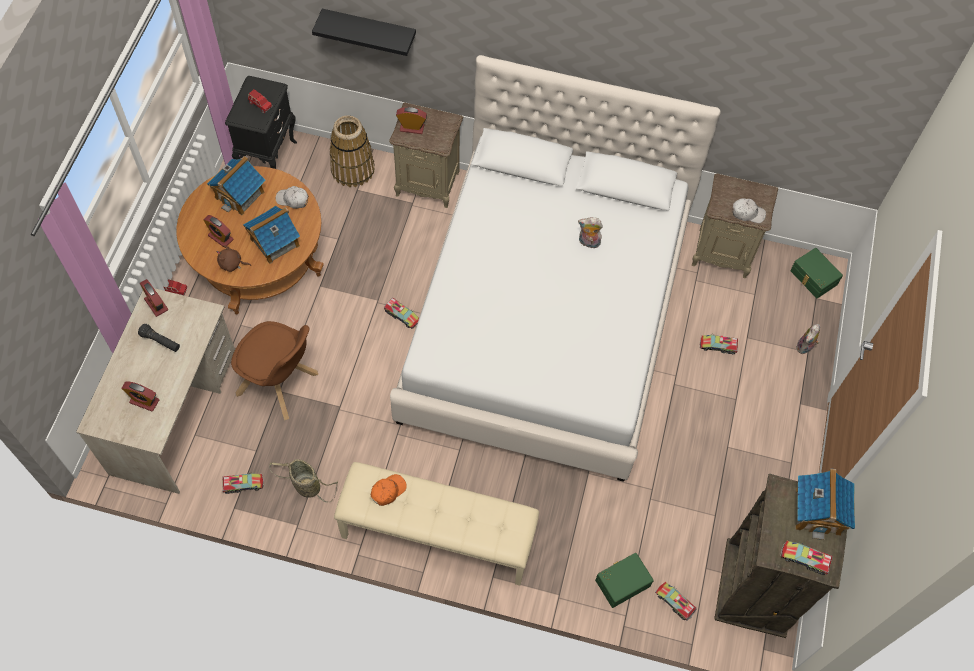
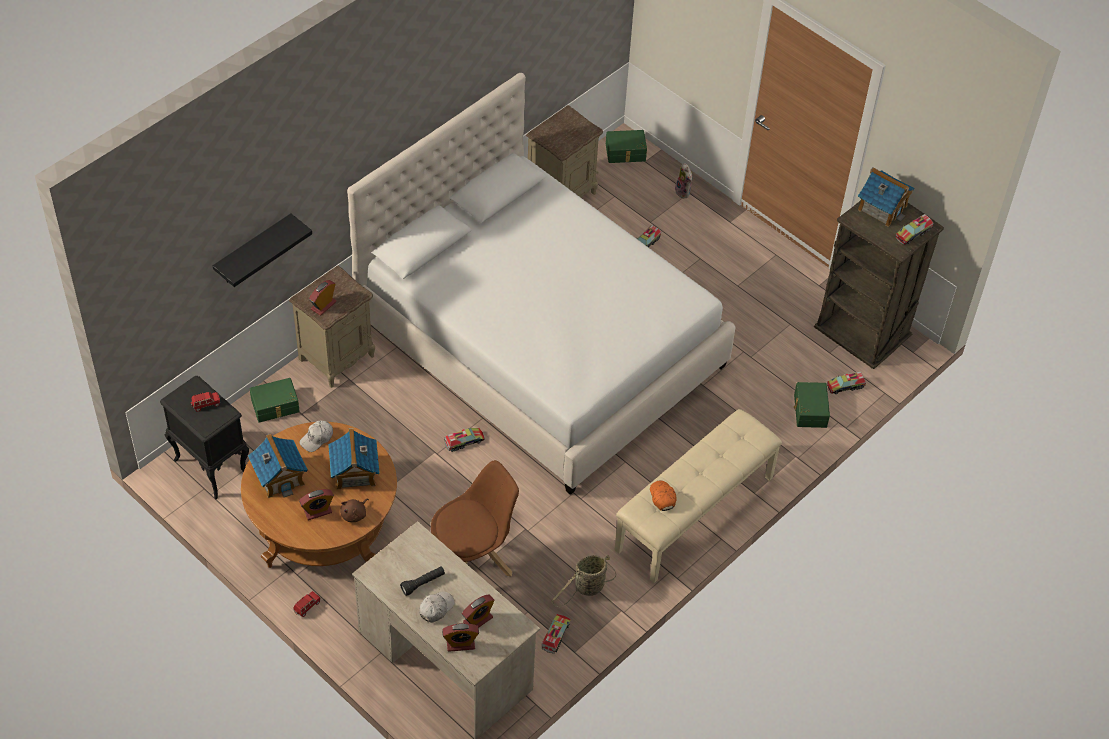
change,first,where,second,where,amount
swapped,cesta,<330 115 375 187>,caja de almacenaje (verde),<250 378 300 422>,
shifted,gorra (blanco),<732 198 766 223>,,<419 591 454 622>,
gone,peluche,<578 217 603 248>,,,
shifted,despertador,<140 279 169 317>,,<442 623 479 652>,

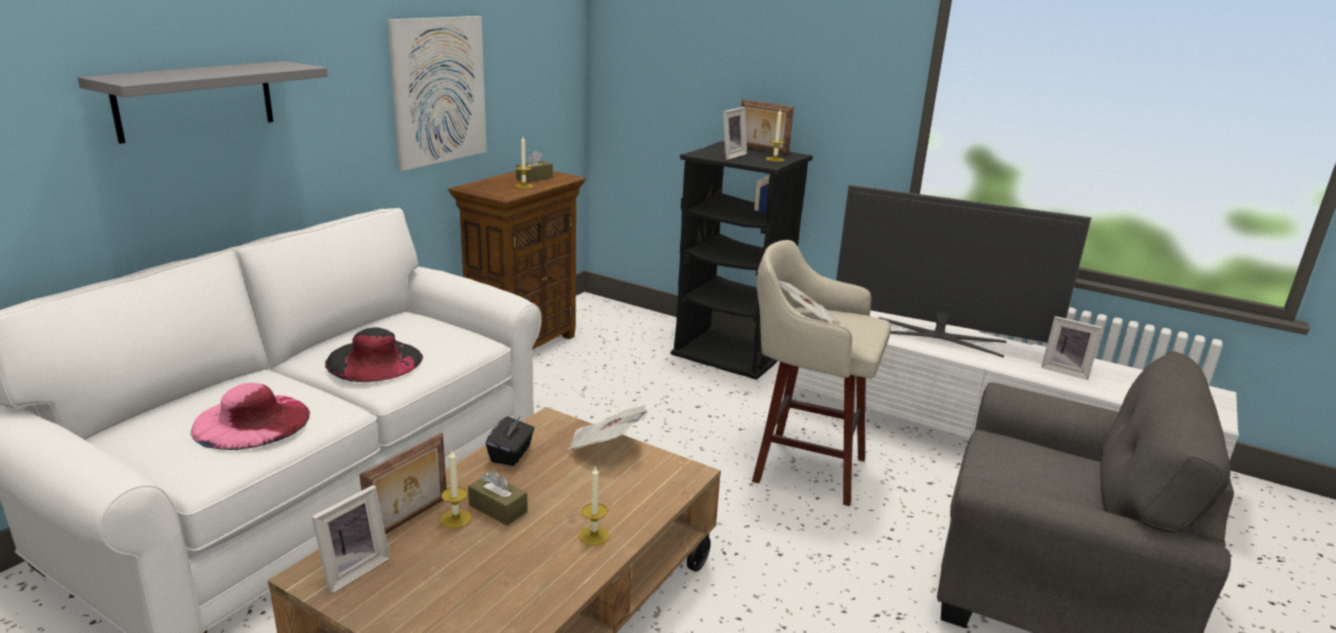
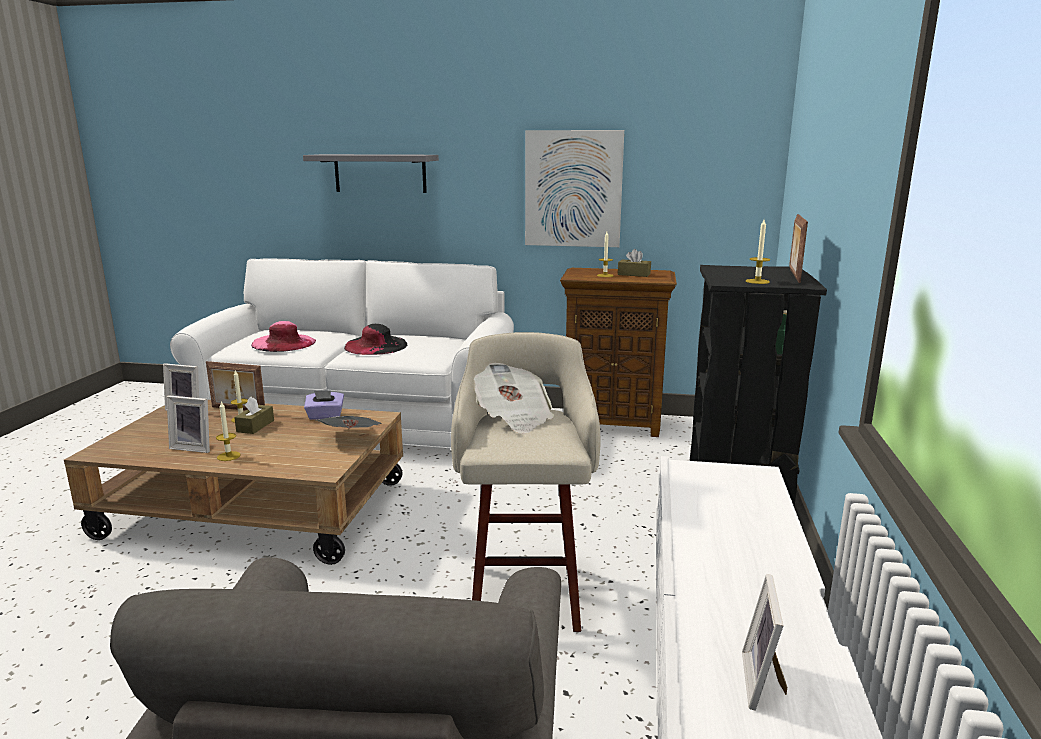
change,first,where,second,where,amount
shifted,portarretratos,<723 107 747 160>,,<167 396 210 453>,
gone,televisor,<836 185 1091 357>,,,
repainted,caja de pañuelos (negro),<486 417 535 466>,caja de pañuelos (morado),<304 390 344 420>,

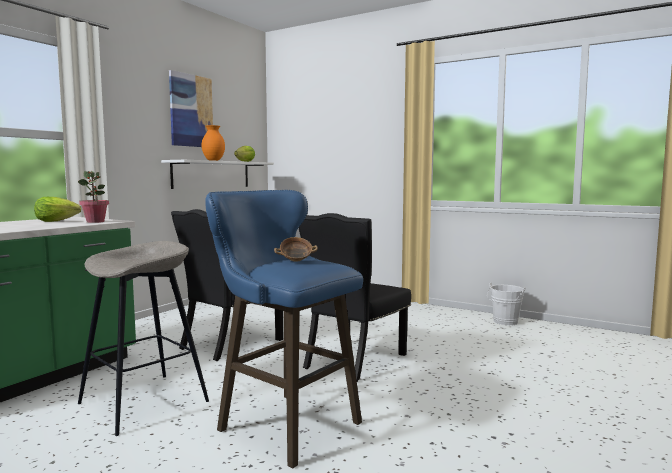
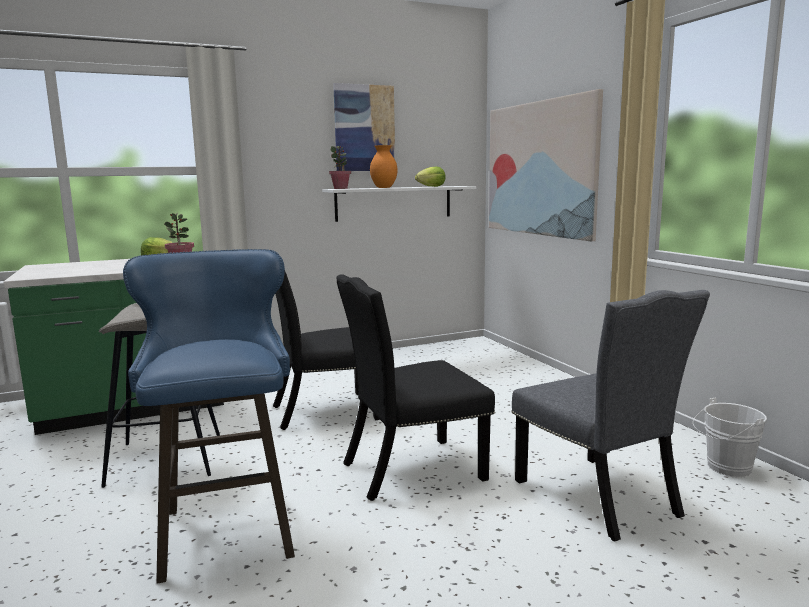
change,first,where,second,where,amount
gone,cuenco,<274 237 318 262>,,,
new,,,cuadro,<489 89 603 241>,
new,,,planta en maceta,<329 146 351 189>,
new,,,silla (gris),<511 290 710 541>,

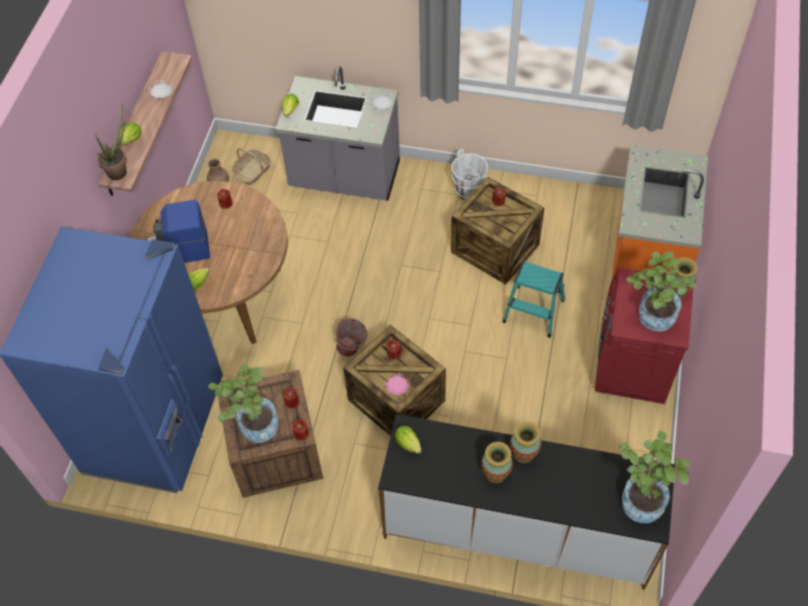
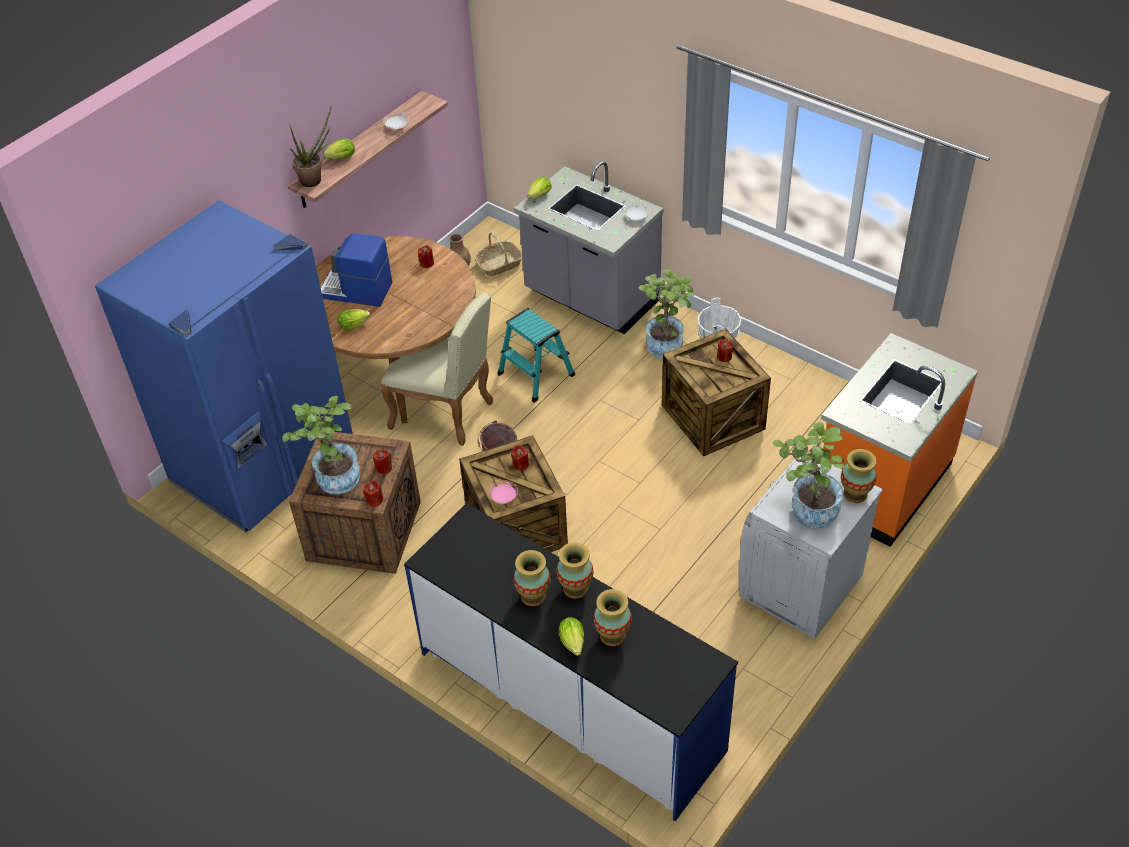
change,first,where,second,where,amount
shifted,escalera de tijera (turquesa),<503 261 565 338>,,<497 308 575 403>,
repainted,lavadora (rojo),<595 268 693 404>,lavadora (blanco),<739 452 883 639>,
repainted,cómoda (marrón),<378 414 675 590>,cómoda (azul),<404 503 738 821>,
shifted,lechuga,<395 425 422 454>,,<559 617 584 656>,
shifted,planta en maceta,<619 431 690 523>,,<638 269 694 358>,
new,,,silla (beis),<381 293 493 446>,
new,,,florero,<594 589 632 646>,

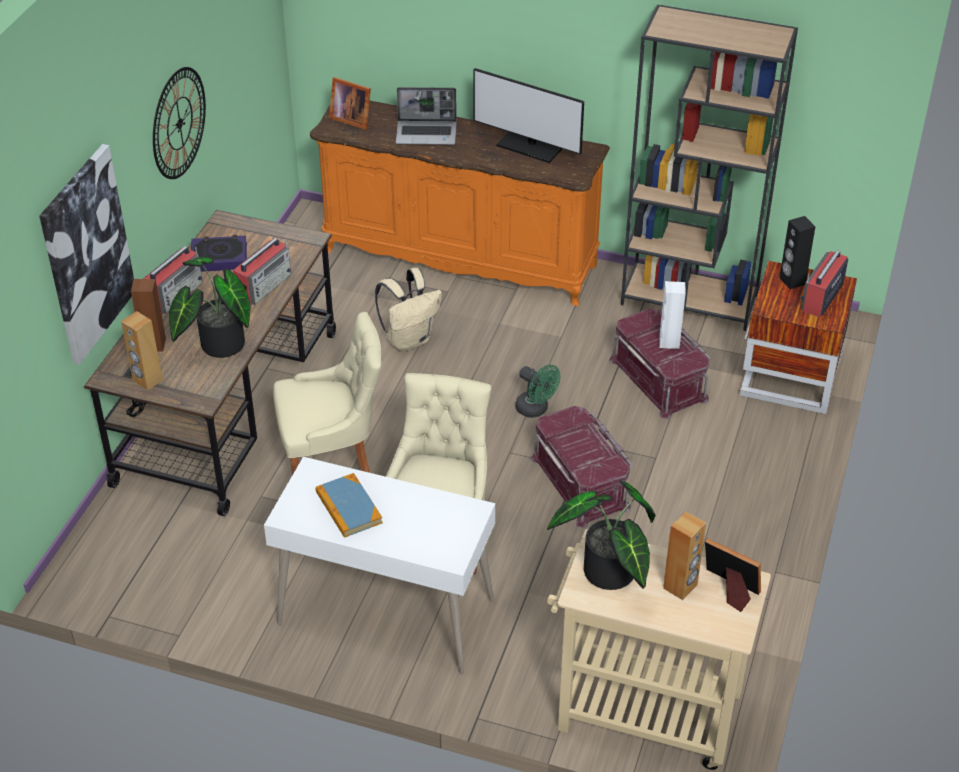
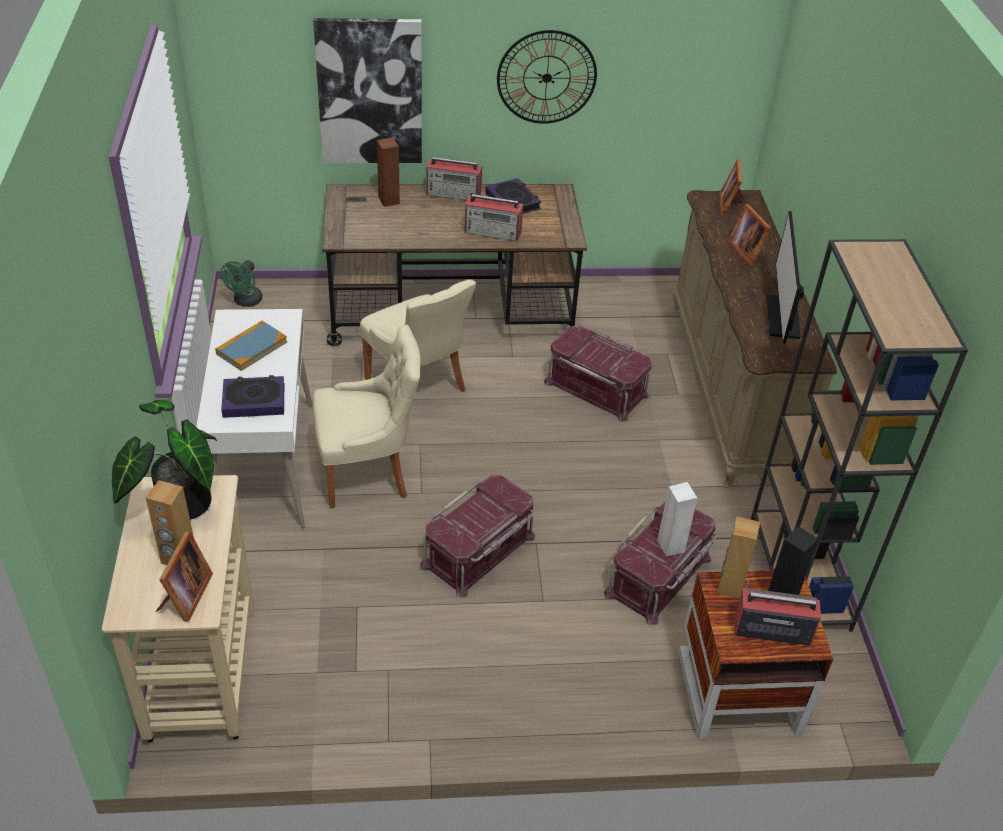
change,first,where,second,where,amount
swapped,portátil,<396 87 457 145>,portarretratos,<728 204 771 266>,
repainted,armario (naranja),<310 101 610 306>,armario (beis),<672 190 837 488>,
gone,planta en maceta,<169 257 251 358>,,,
swapped,mochila (beis),<375 268 442 351>,caja de almacenaje (rojo),<544 325 652 422>,
shifted,altavoz (marrón),<121 311 163 391>,,<717 516 760 599>,
shifted,ventilador (verde),<515 365 560 418>,,<221 260 262 307>,
new,,,libro,<221 375 284 418>,

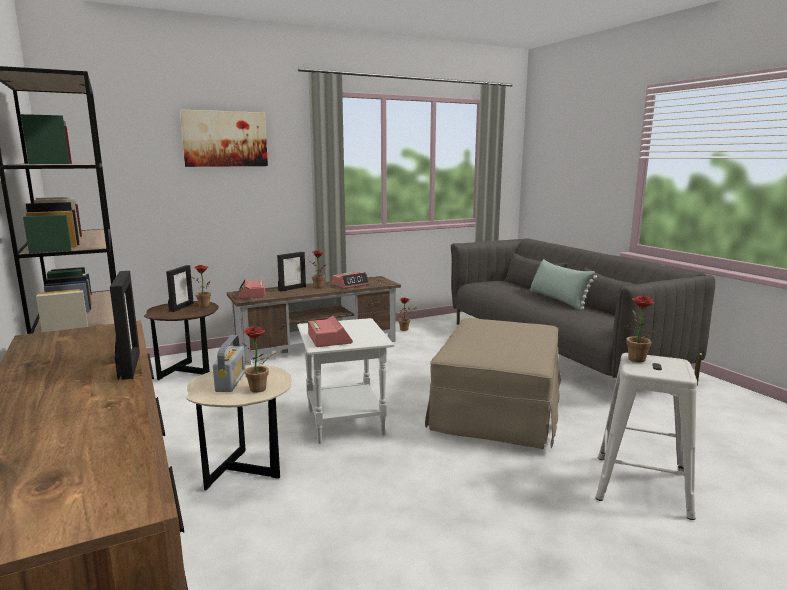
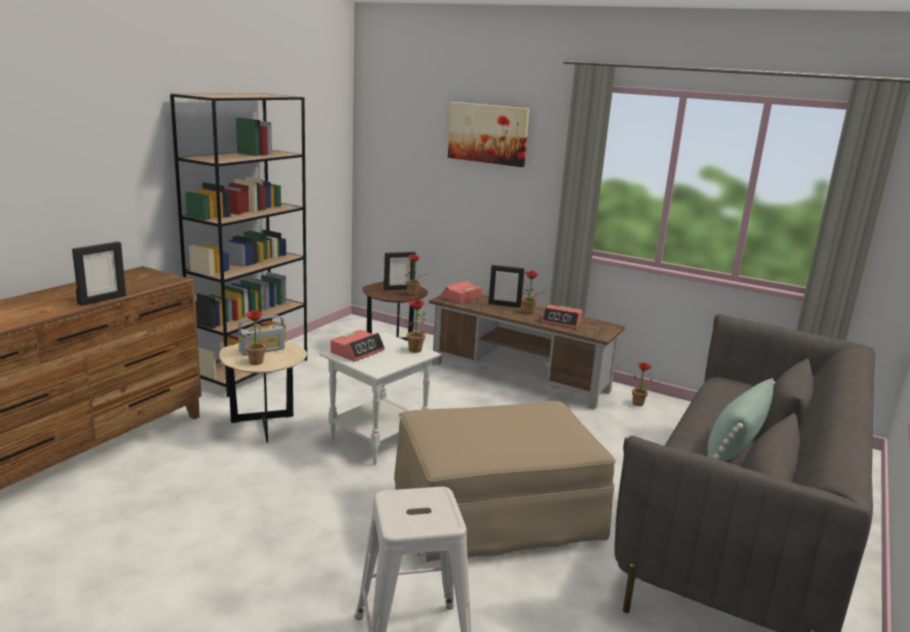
change,first,where,second,where,amount
shifted,planta en maceta,<625 296 666 362>,,<397 300 426 353>,

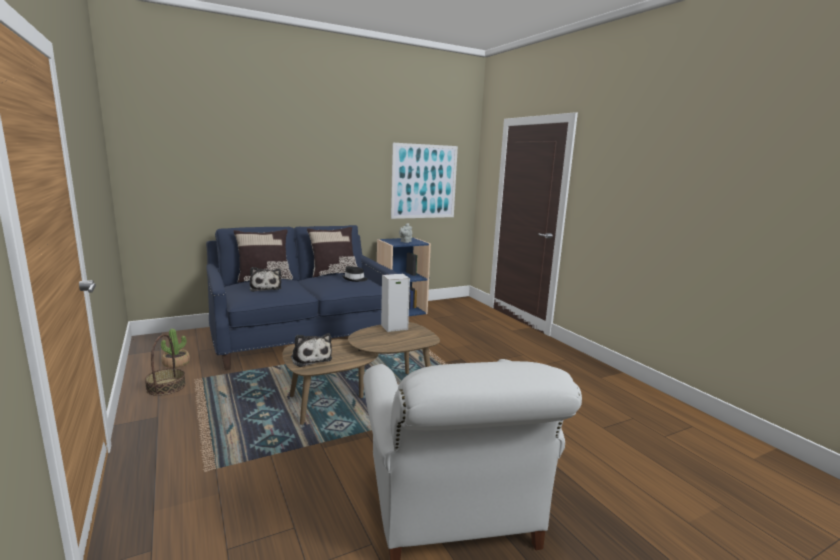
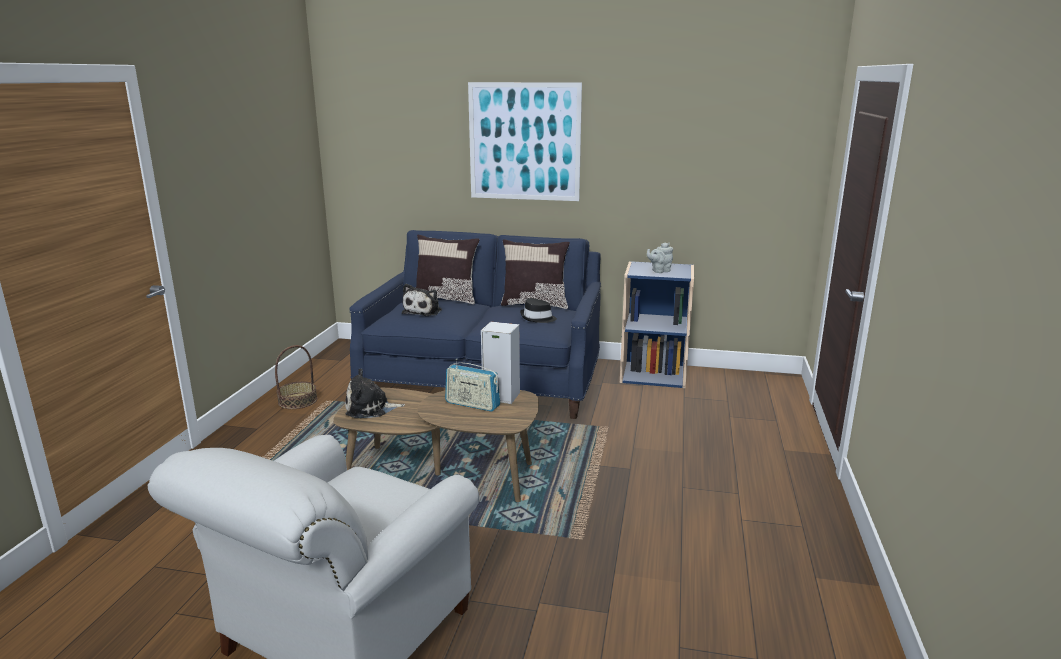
change,first,where,second,where,amount
shifted,cuadro,<391 143 458 219>,,<468 82 582 201>,
gone,planta en maceta,<161 329 190 368>,,,
rotated,peluche,<291 333 332 367>,,<345 368 405 418>,75 degrees clockwise
new,,,radio,<445 359 500 412>,

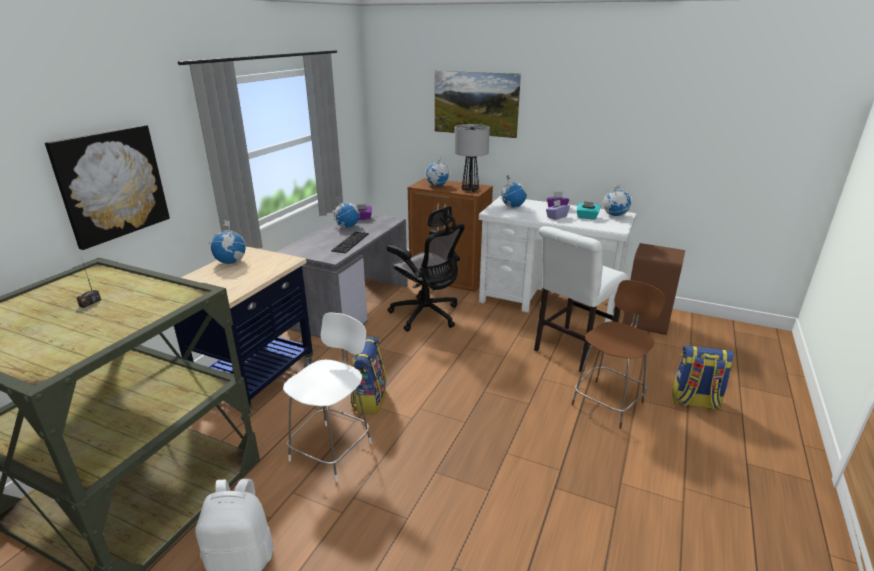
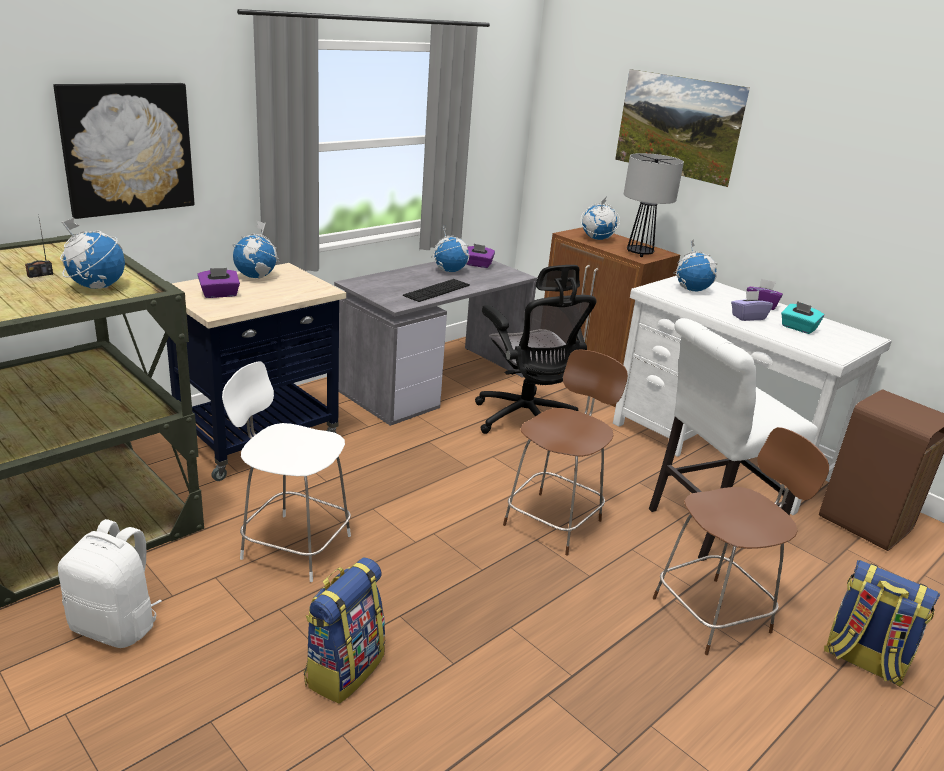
change,first,where,second,where,amount
shifted,globo terráqueo,<602 184 632 216>,,<60 218 125 289>,
rotated,silla (blanco),<283 313 372 482>,,<222 362 351 582>,120 degrees counterclockwise
shifted,mochila,<351 336 387 413>,,<304 557 385 704>,
new,,,caja de pañuelos (morado),<197 268 240 298>,
new,,,silla (marrón),<503 349 628 555>,

